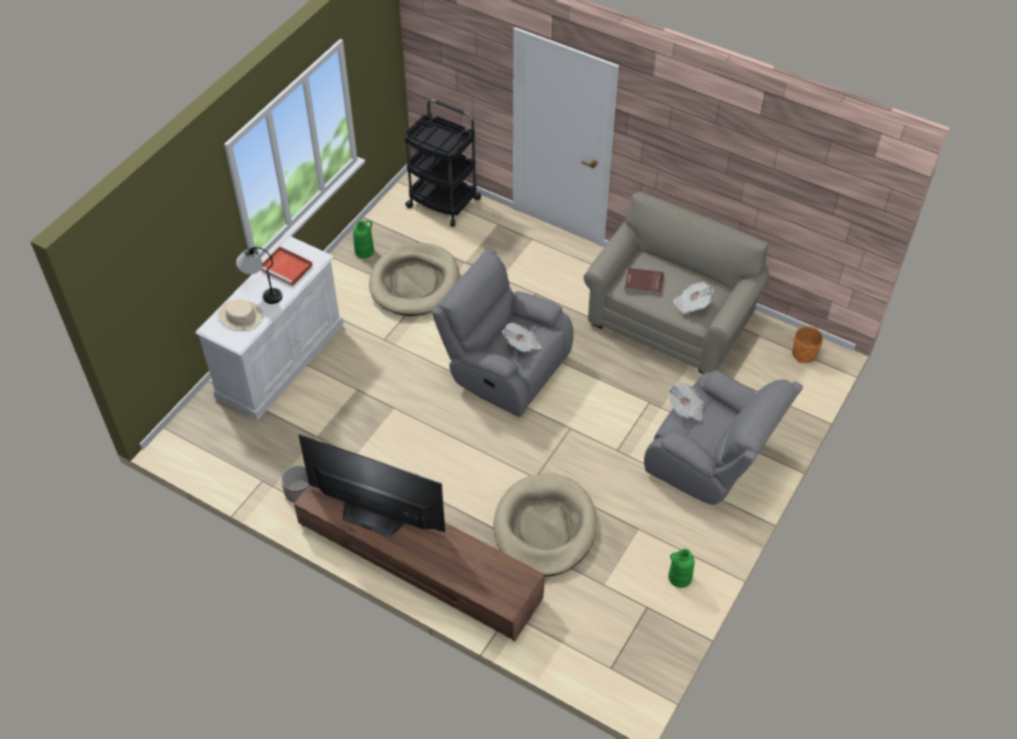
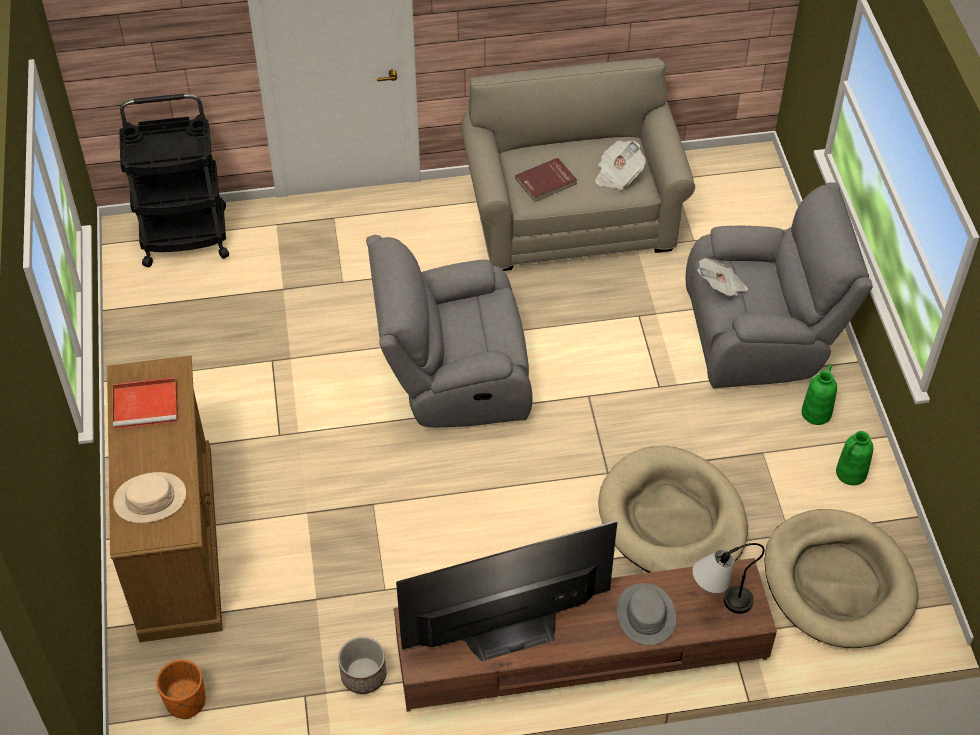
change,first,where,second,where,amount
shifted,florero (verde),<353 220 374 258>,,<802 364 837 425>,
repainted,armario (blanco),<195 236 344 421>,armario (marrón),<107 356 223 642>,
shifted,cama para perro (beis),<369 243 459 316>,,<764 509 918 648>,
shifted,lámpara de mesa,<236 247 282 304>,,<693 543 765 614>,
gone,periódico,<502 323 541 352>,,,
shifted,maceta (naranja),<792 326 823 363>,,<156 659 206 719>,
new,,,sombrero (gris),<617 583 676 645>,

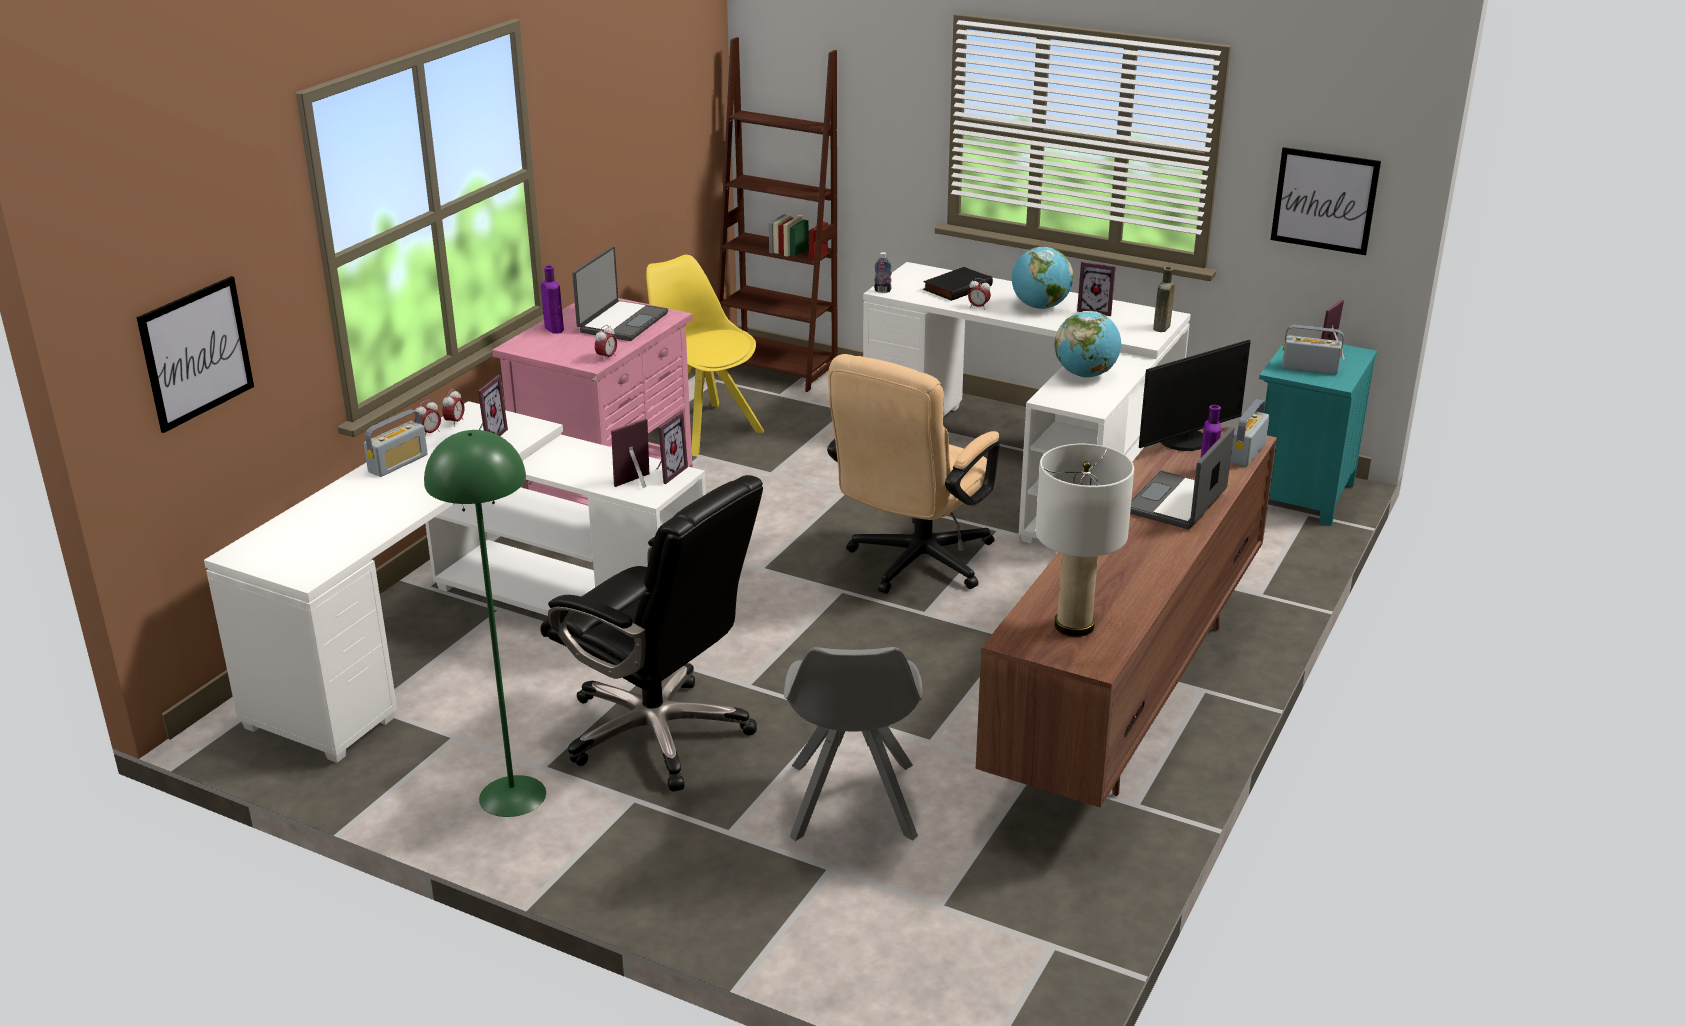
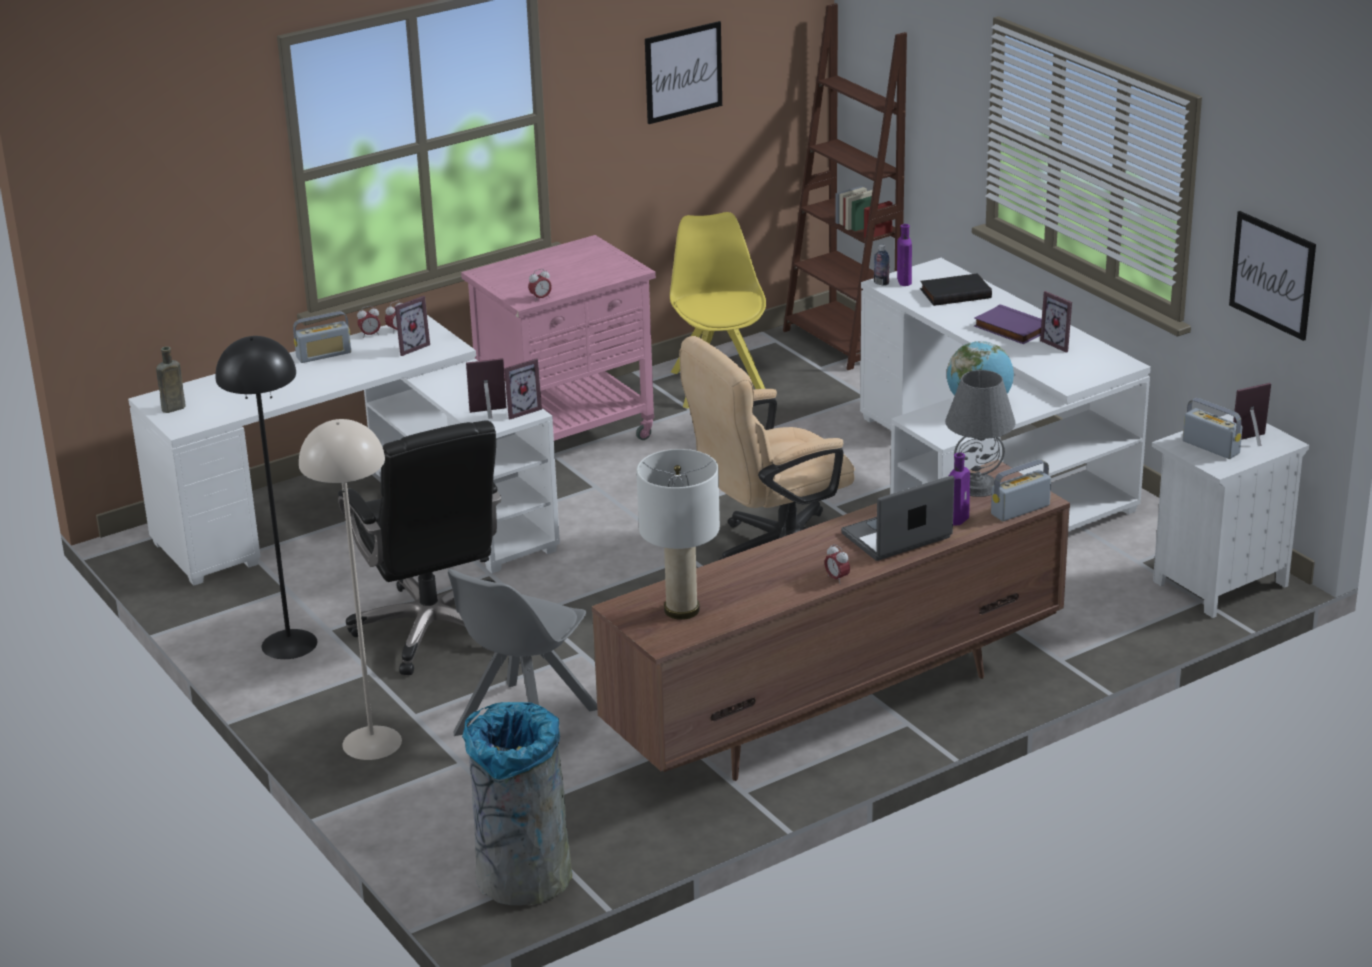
change,first,where,second,where,amount
gone,portátil,<572 246 668 341>,,,
swapped,globo terráqueo,<1012 247 1073 309>,libro (morado),<974 304 1042 344>,
shifted,botella (morado),<541 265 564 334>,,<897 224 912 286>,
shifted,botella (marrón),<1153 267 1175 332>,,<156 346 186 413>,
shifted,cuadro,<137 276 254 433>,,<645 21 722 124>,
shifted,despertador,<968 278 991 310>,,<825 544 850 583>,
repainted,mesita de noche (turquesa),<1259 335 1377 526>,mesita de noche (blanco),<1152 414 1309 618>,
swapped,monitor,<1139 340 1250 451>,lámpara de mesa (gris),<945 370 1016 497>,
repainted,lámpara de pie (verde),<424 430 546 817>,lámpara de pie (negro),<215 336 317 659>,
new,,,lámpara de pie (beis),<299 419 402 760>,
new,,,papelera (gris),<462 702 572 905>,

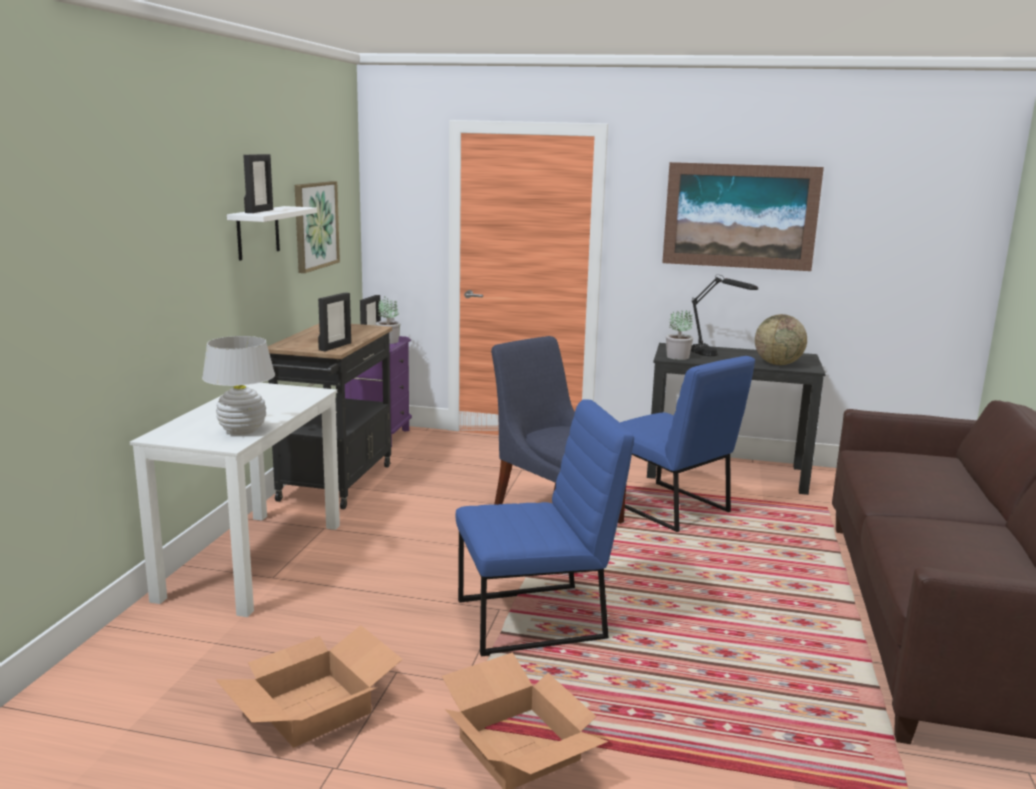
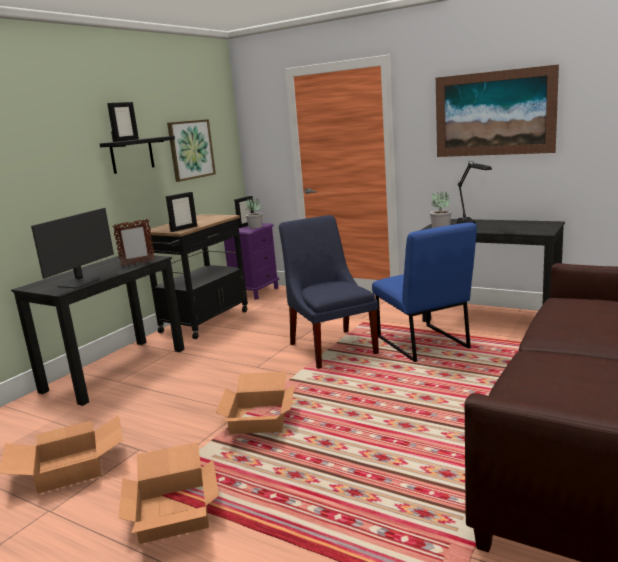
change,first,where,second,where,amount
repainted,estante (blanco),<227 206 317 261>,estante (negro),<100 136 175 174>,
gone,globo terráqueo,<755 314 807 365>,,,
swapped,lámpara de mesa (blanco),<202 336 275 435>,monitor,<31 208 114 288>,
repainted,escritorio (blanco),<130 383 340 617>,escritorio (negro),<11 256 185 406>,
swapped,silla (azul),<456 399 634 657>,caja de cartón,<216 371 295 434>,
new,,,portarretratos,<112 219 155 267>,

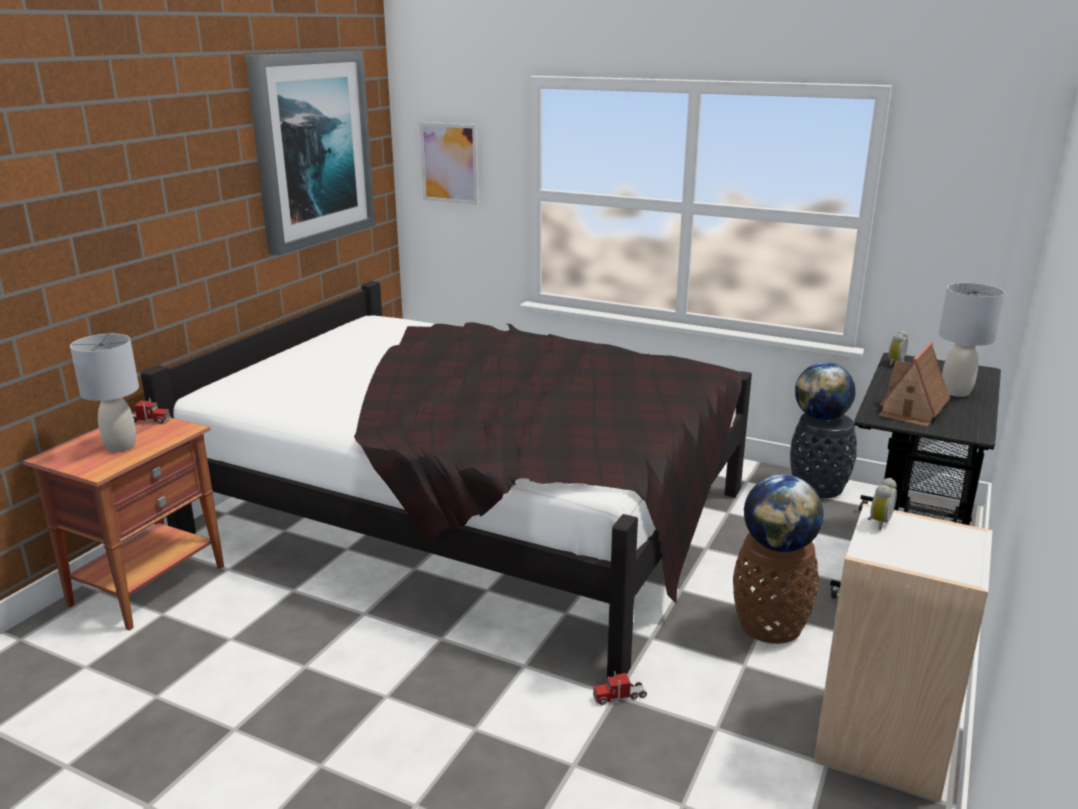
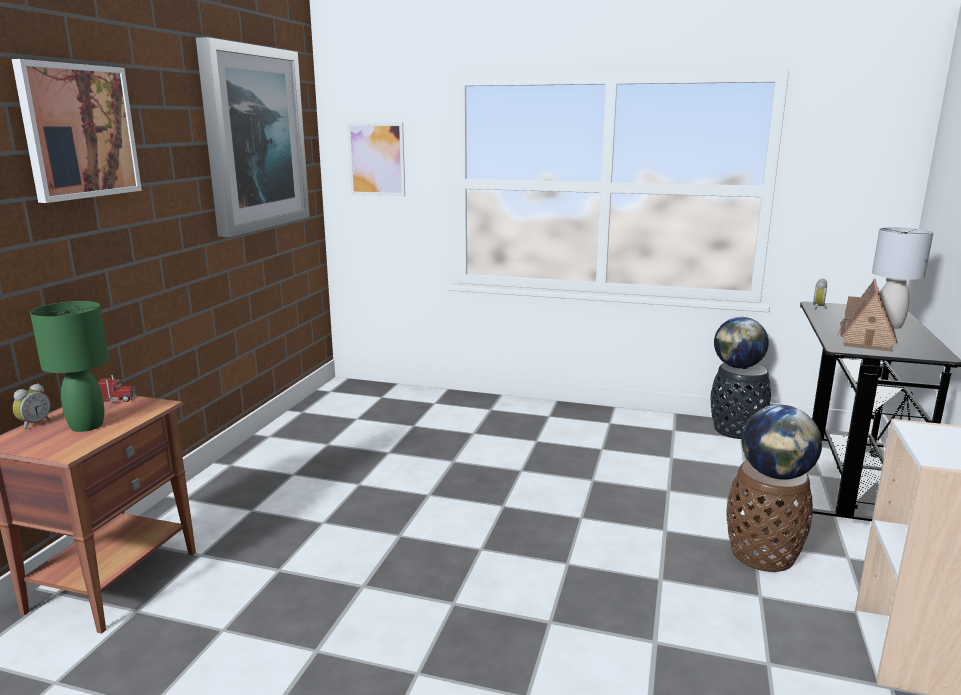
change,first,where,second,where,amount
gone,cama (negro),<141 281 752 678>,,,
repainted,lámpara de mesa (gris),<70 334 139 452>,lámpara de mesa (verde),<30 301 109 432>,
shifted,despertador,<868 478 897 530>,,<13 384 51 430>,
gone,camión de juguete,<593 671 647 705>,,,
new,,,cuadro,<12 59 142 203>,

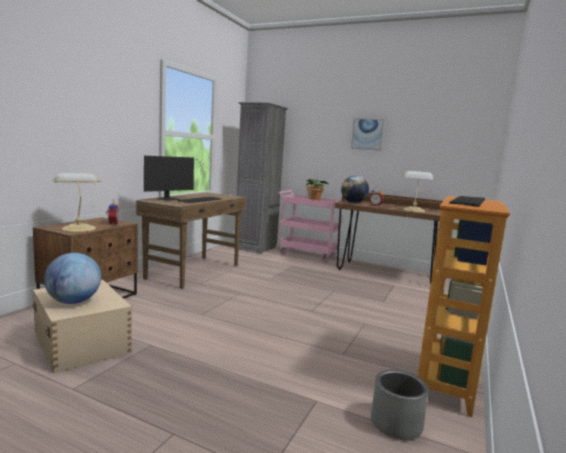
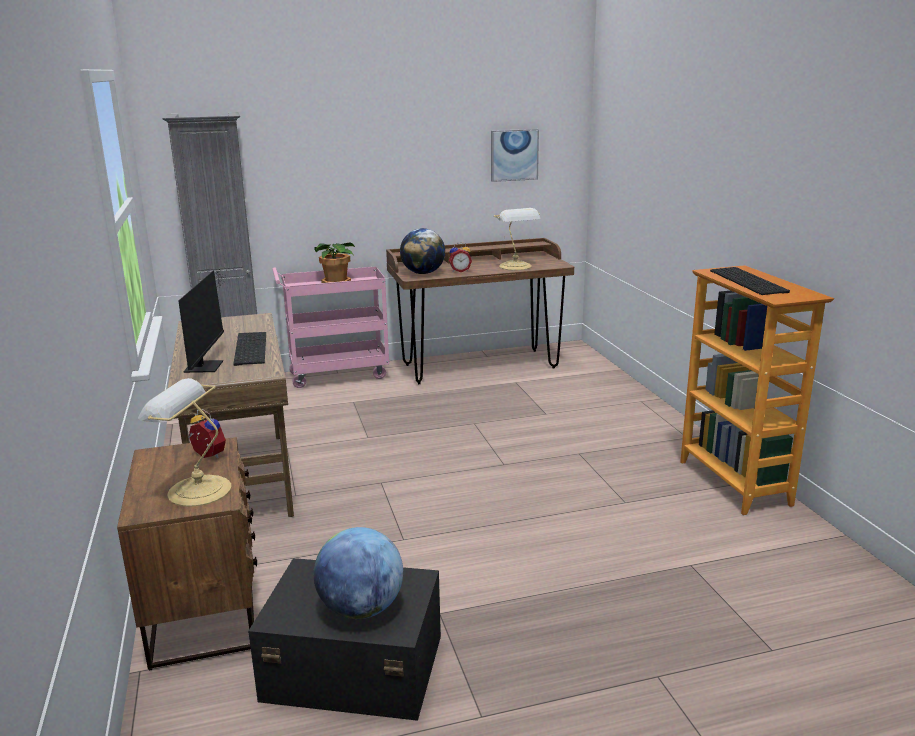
change,first,where,second,where,amount
shifted,cuadro,<351 118 384 150>,,<491 129 539 182>,
repainted,caja de almacenaje (beis),<32 280 132 373>,caja de almacenaje (negro),<248 558 441 721>,
gone,maceta (gris),<371 370 429 440>,,,

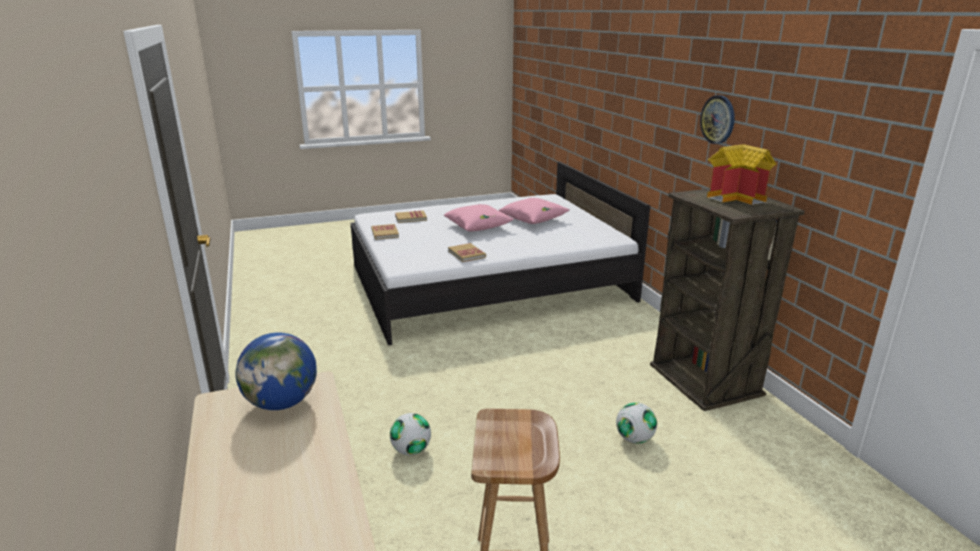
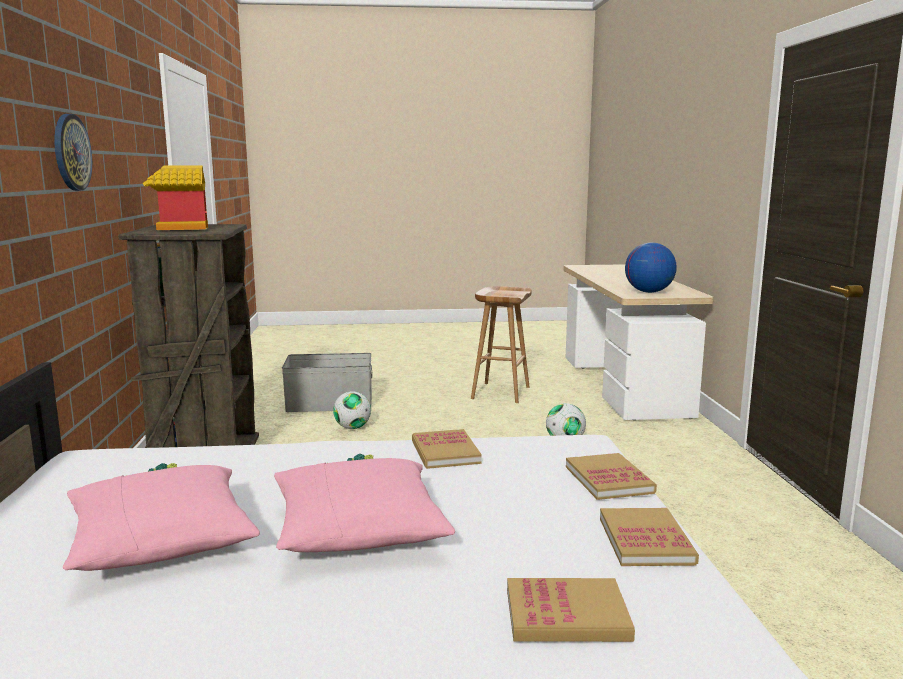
change,first,where,second,where,amount
new,,,caja de almacenaje (gris),<282 353 373 412>,
new,,,libro,<566 453 657 500>,

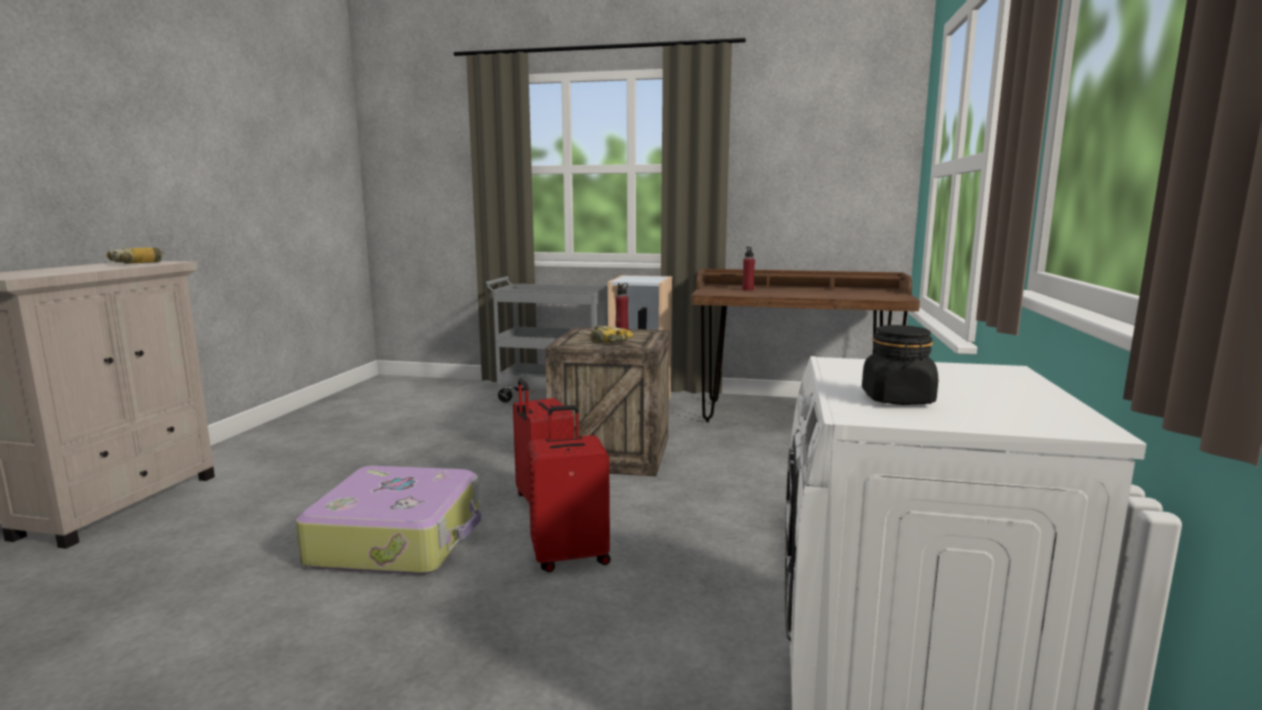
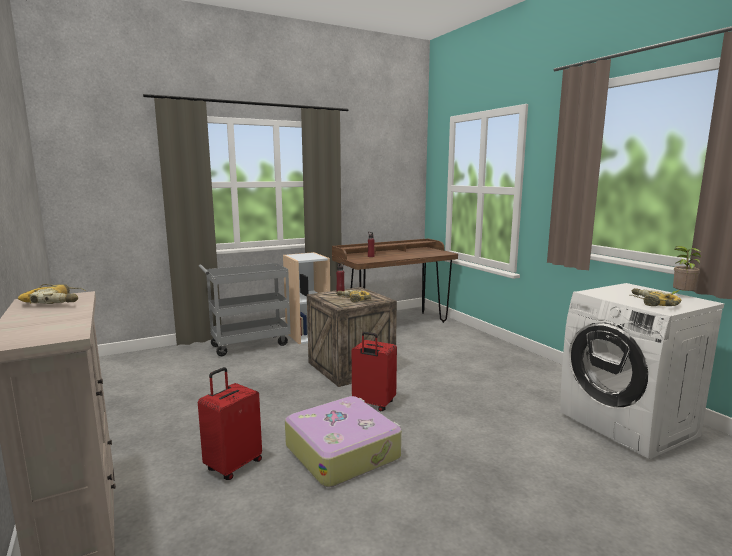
change,first,where,second,where,amount
swapped,tarro (negro),<862 325 938 405>,taladro,<629 288 681 306>,
shifted,maleta (rojo),<528 405 611 572>,,<198 367 262 480>,
new,,,planta en maceta,<672 246 701 295>,

